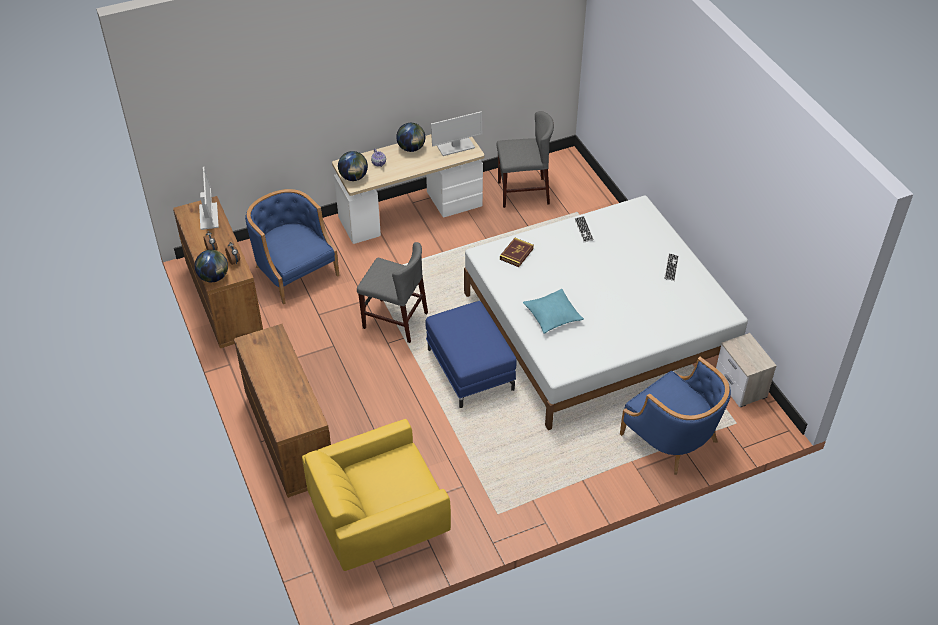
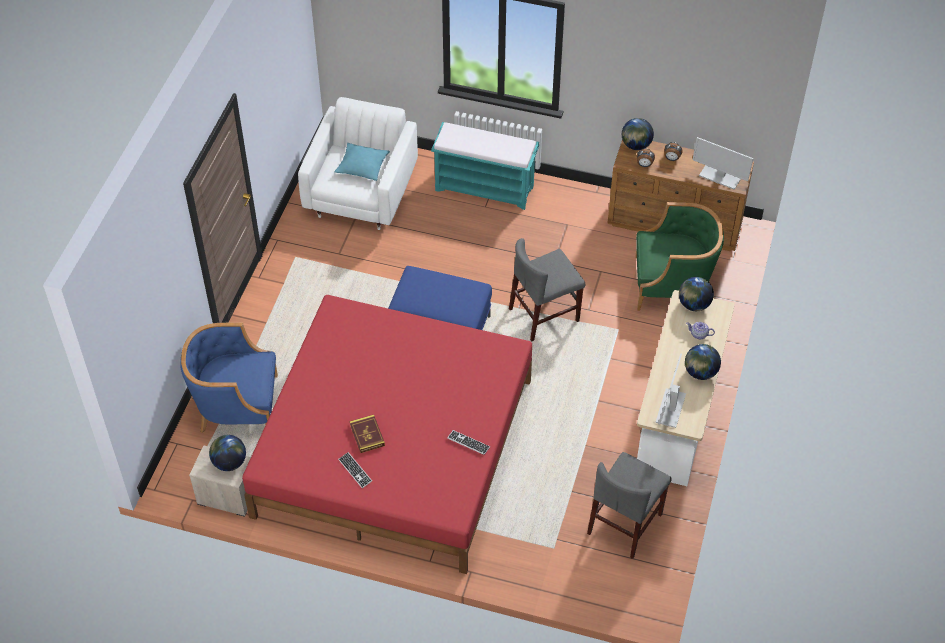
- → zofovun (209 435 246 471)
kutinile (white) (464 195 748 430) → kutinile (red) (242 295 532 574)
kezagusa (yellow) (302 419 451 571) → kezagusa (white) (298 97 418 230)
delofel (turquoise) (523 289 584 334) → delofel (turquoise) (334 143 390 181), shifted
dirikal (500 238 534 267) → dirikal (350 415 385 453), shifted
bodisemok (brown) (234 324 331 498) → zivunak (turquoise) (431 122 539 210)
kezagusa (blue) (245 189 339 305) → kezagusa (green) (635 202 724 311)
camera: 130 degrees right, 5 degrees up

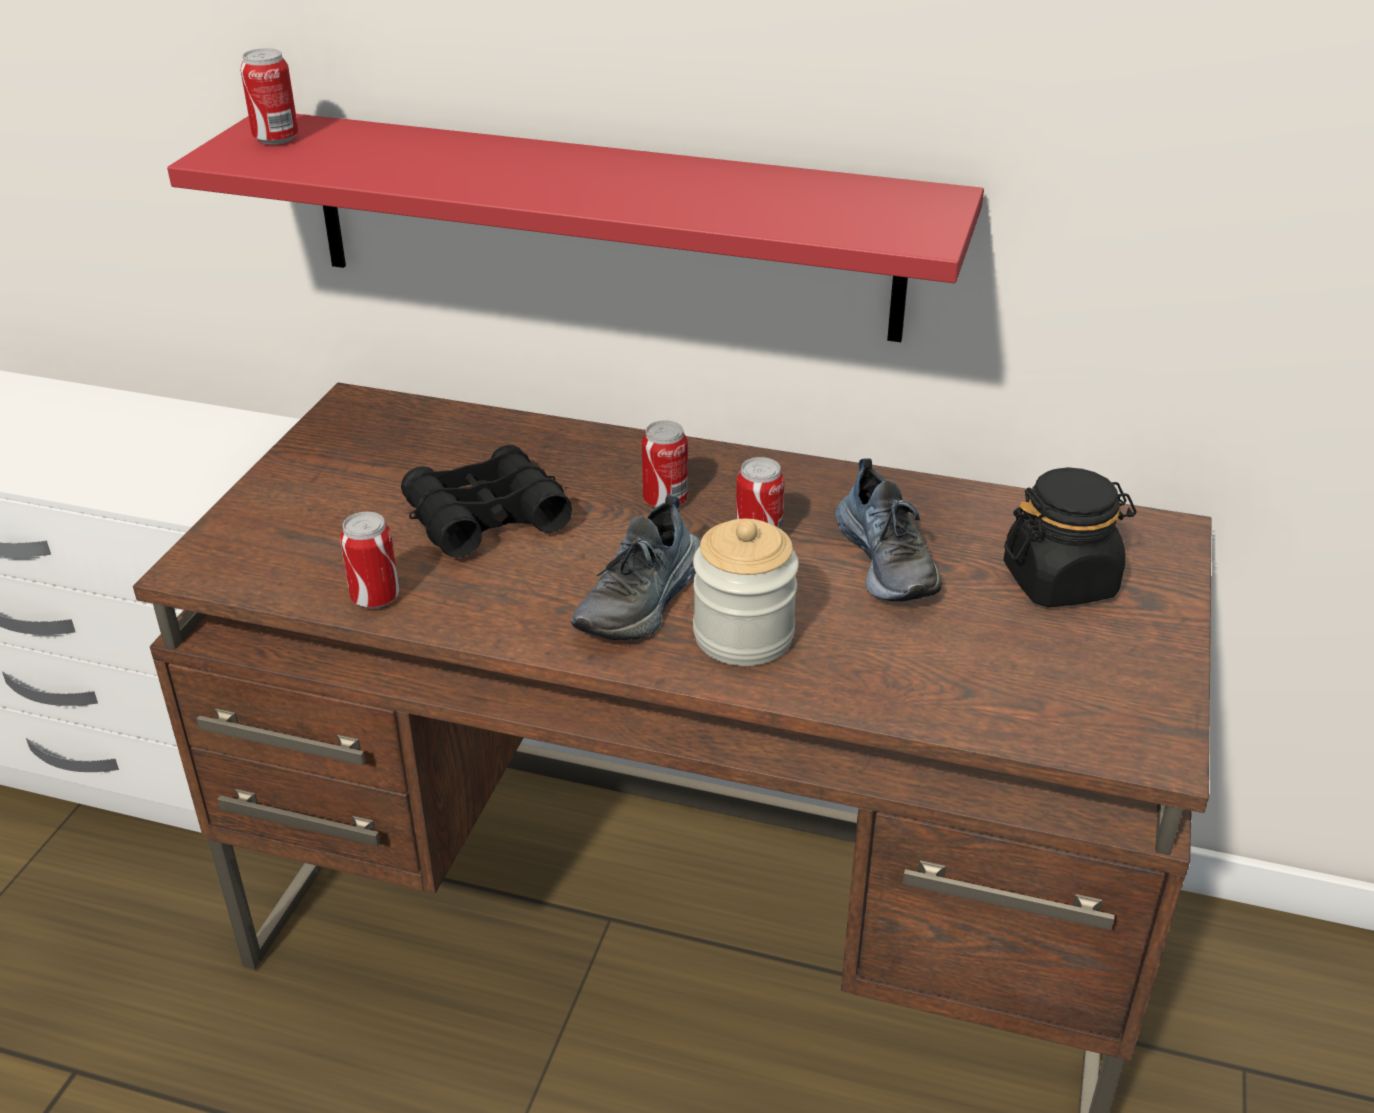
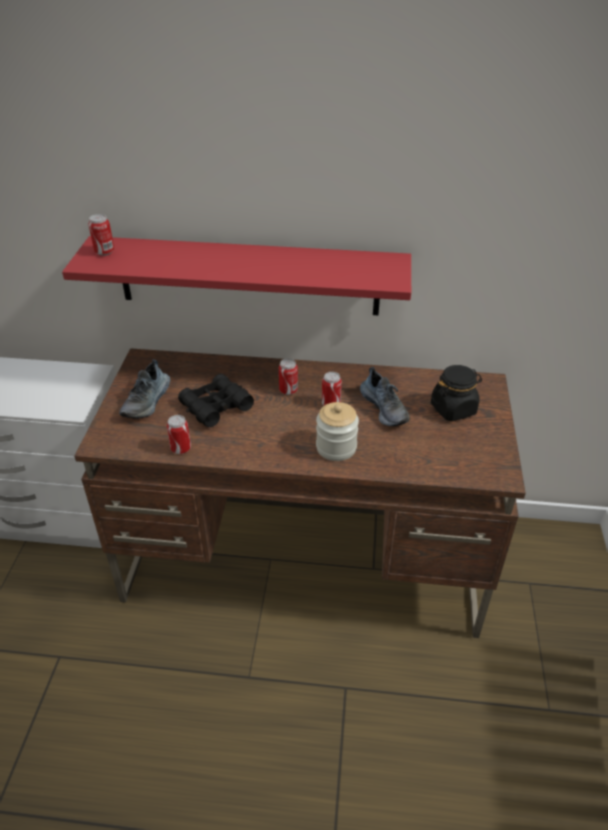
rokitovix (571 494 701 640) → rokitovix (119 359 171 419), shifted
camera: 10 degrees left, 5 degrees up

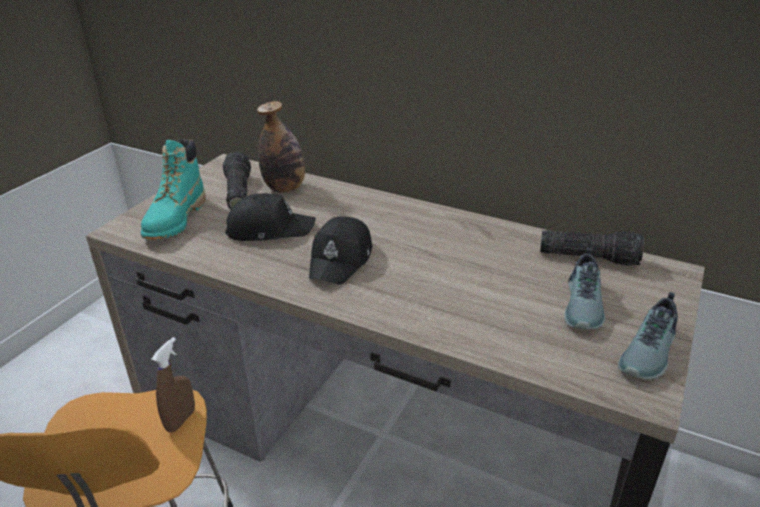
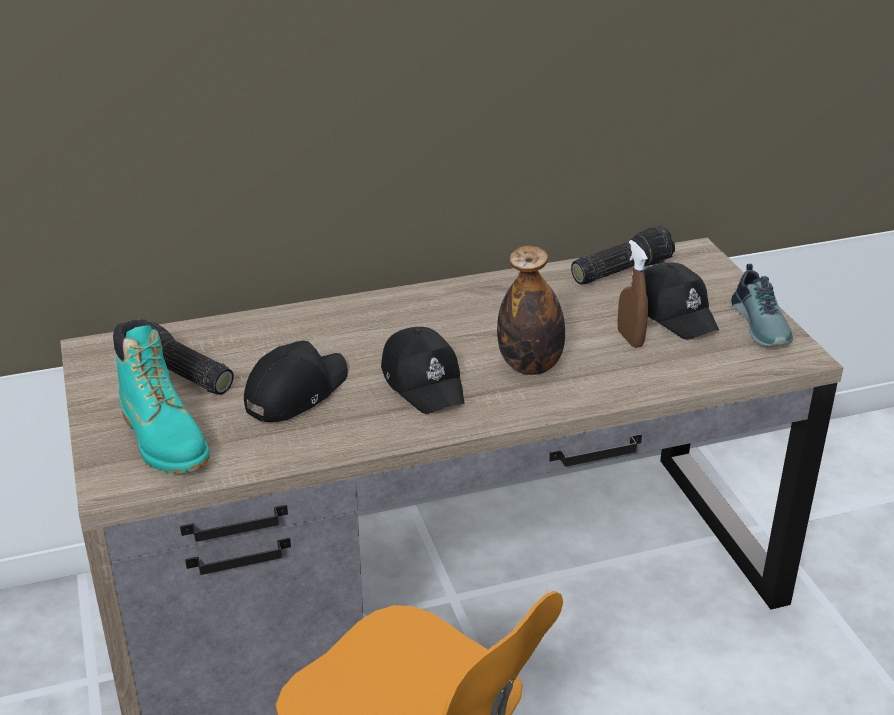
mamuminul (257 101 305 193) → mamuminul (497 246 565 375), shifted
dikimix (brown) (151 337 195 432) → dikimix (brown) (617 240 648 348), shifted
rokitovix (564 248 605 330) → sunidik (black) (644 262 719 340)
camera: 45 degrees left, 0 degrees up

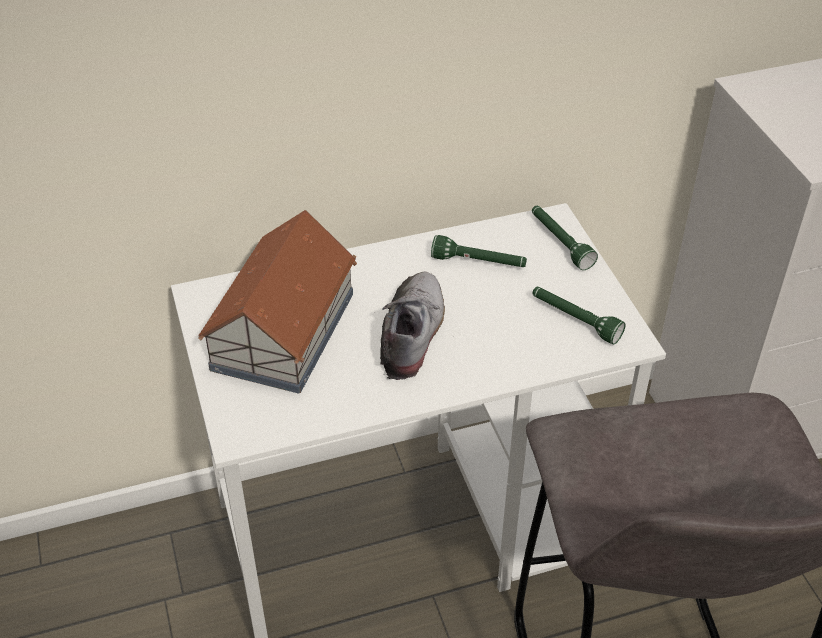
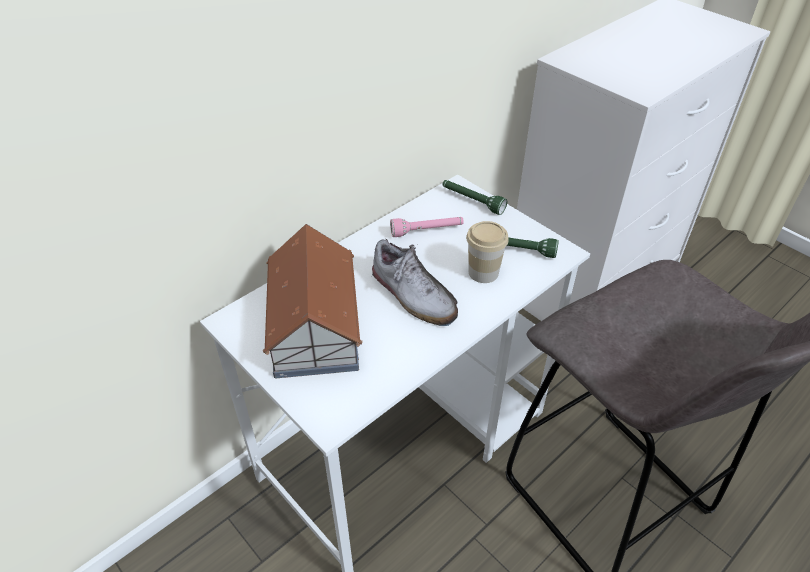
rokitovix (380 271 445 380) → rokitovix (372 239 458 326), 150 degrees clockwise
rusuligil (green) (431 235 527 267) → rusuligil (pink) (390 217 464 237)
- → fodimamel (466 221 509 283)
camera: 25 degrees left, 0 degrees up

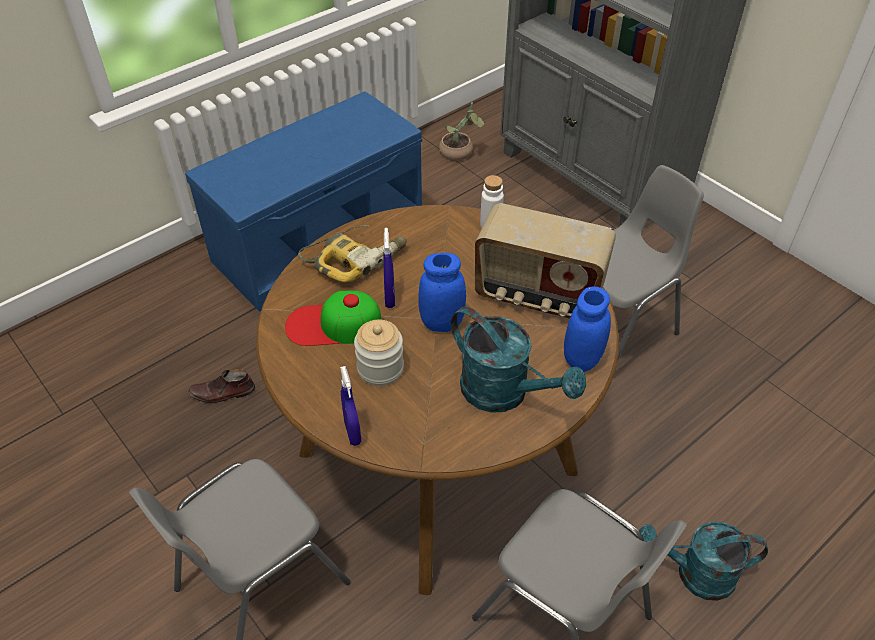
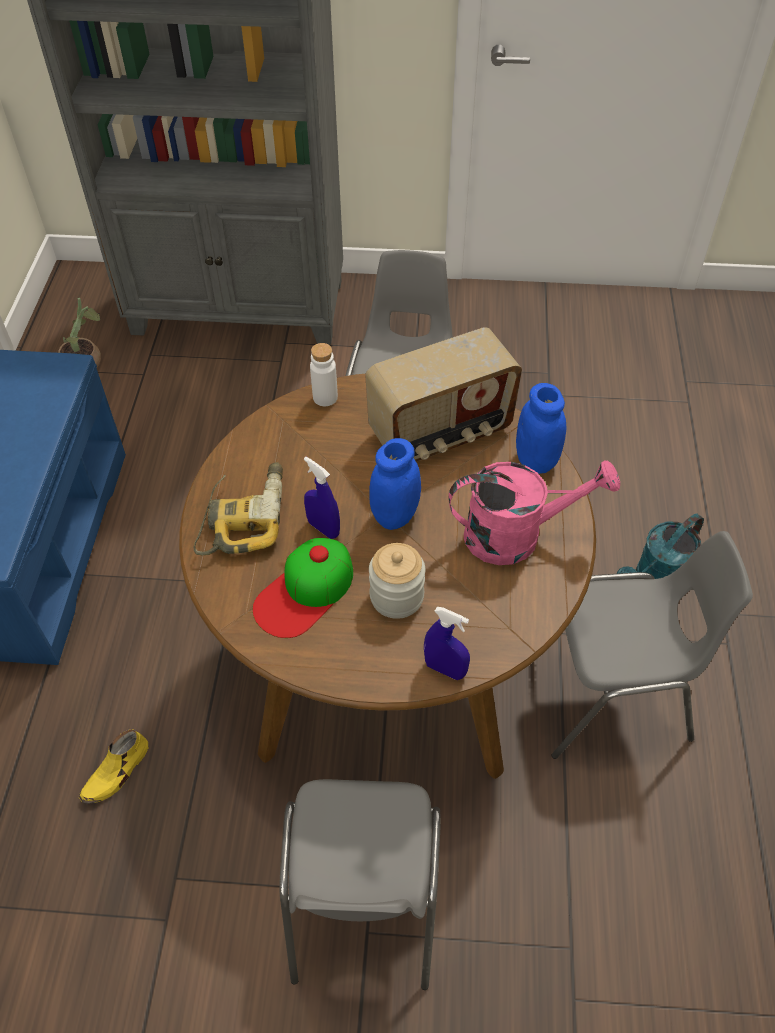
rokitovix (brown) (188 369 255 403) → rokitovix (yellow) (79 729 149 804)
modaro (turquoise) (451 307 586 413) → modaro (pink) (448 460 620 565)
camera: 45 degrees left, 5 degrees up

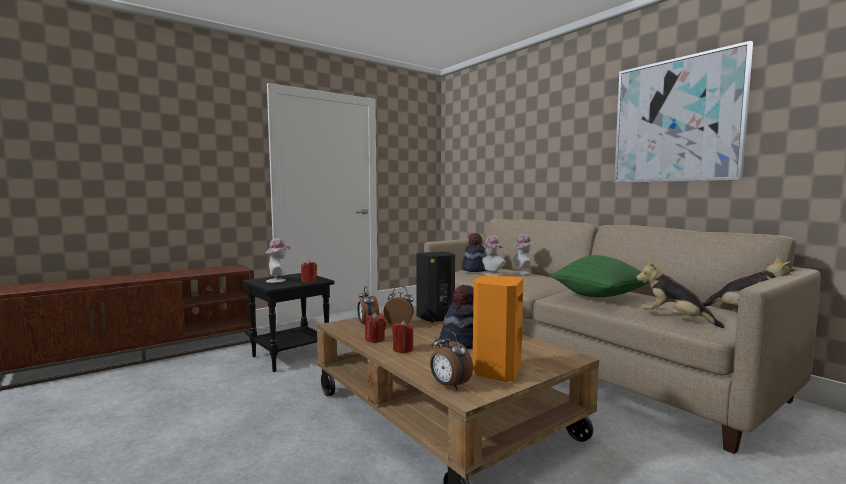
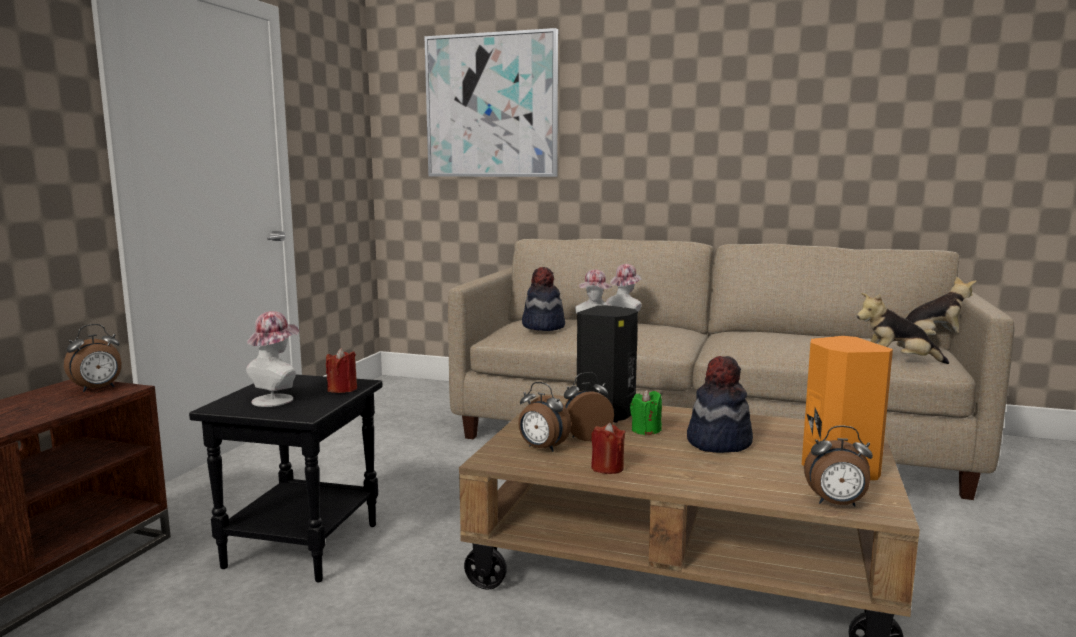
- → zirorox (64 324 121 392)
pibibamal (614 41 753 183) → pibibamal (424 28 558 177), shifted
- → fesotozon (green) (630 390 662 435)
fesotozon (red) (392 320 414 353) → -
delofel (green) (550 255 649 297) → -
camera: 35 degrees left, 5 degrees up

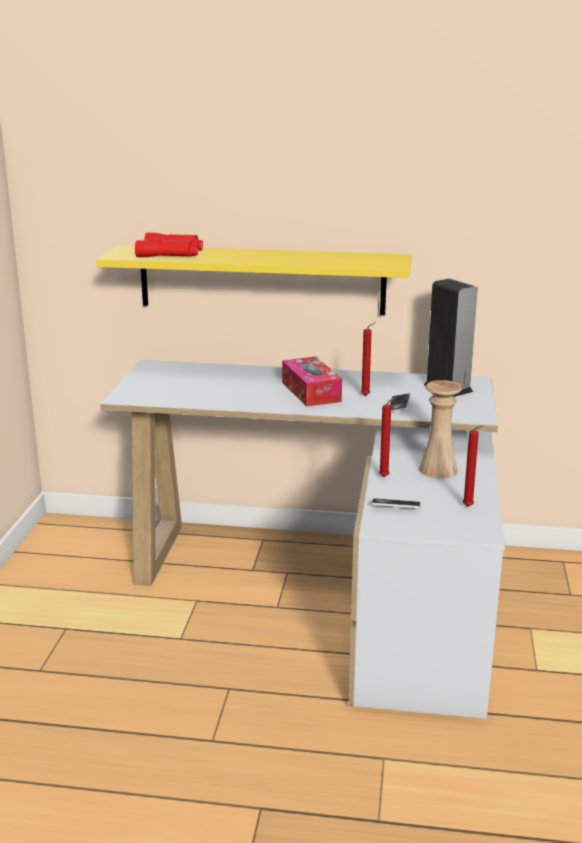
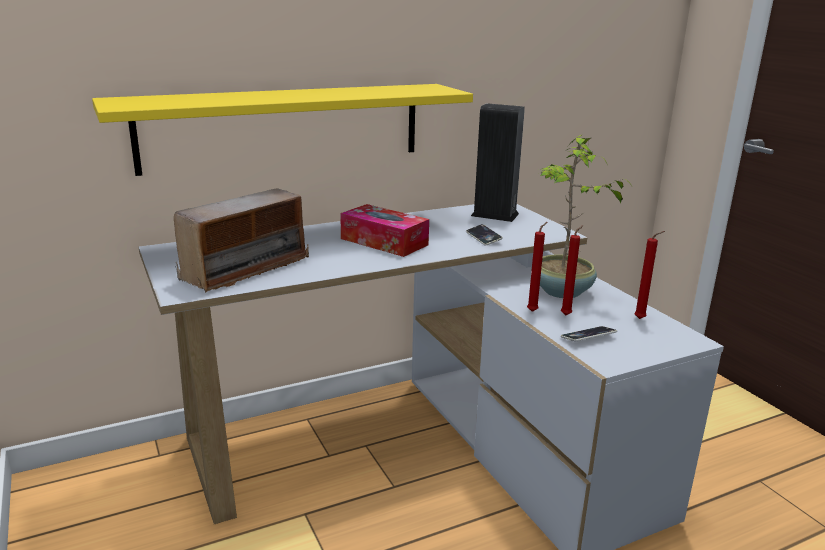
- → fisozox (174 189 309 293)
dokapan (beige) (419 380 462 478) → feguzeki (540 135 634 298)
fesotozon (red) (361 322 376 396) → fesotozon (red) (561 225 583 315), shifted
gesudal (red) (135 232 203 257) → -
camera: 35 degrees left, 0 degrees up

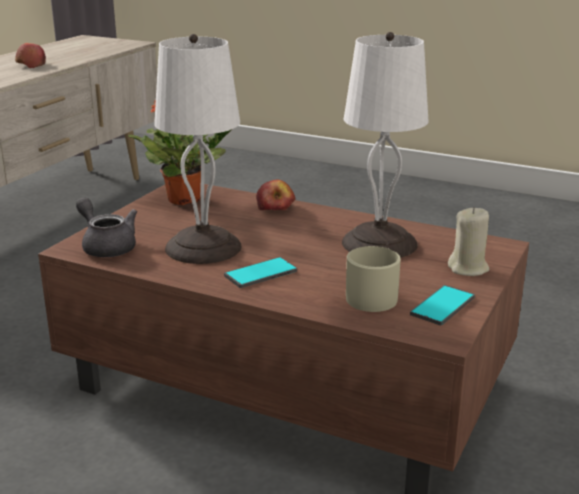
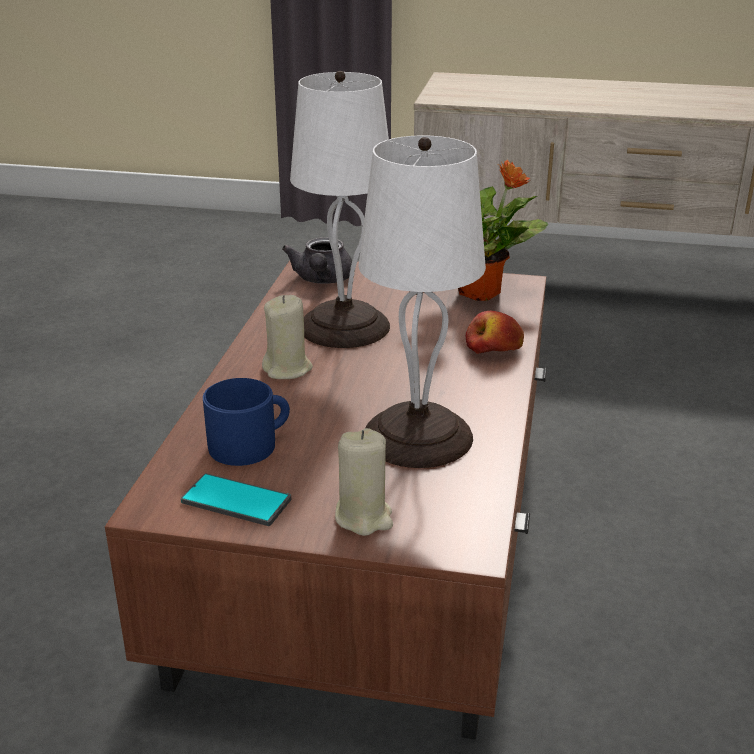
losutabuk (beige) (346 246 401 312) → losutabuk (blue) (203 378 290 466)
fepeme (224 257 297 288) → fesotozon (beige) (262 295 313 379)
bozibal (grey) (76 198 137 257) → bozibal (grey) (282 237 352 284), 150 degrees clockwise
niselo (15 43 46 68) → -
camera: 75 degrees right, 5 degrees up

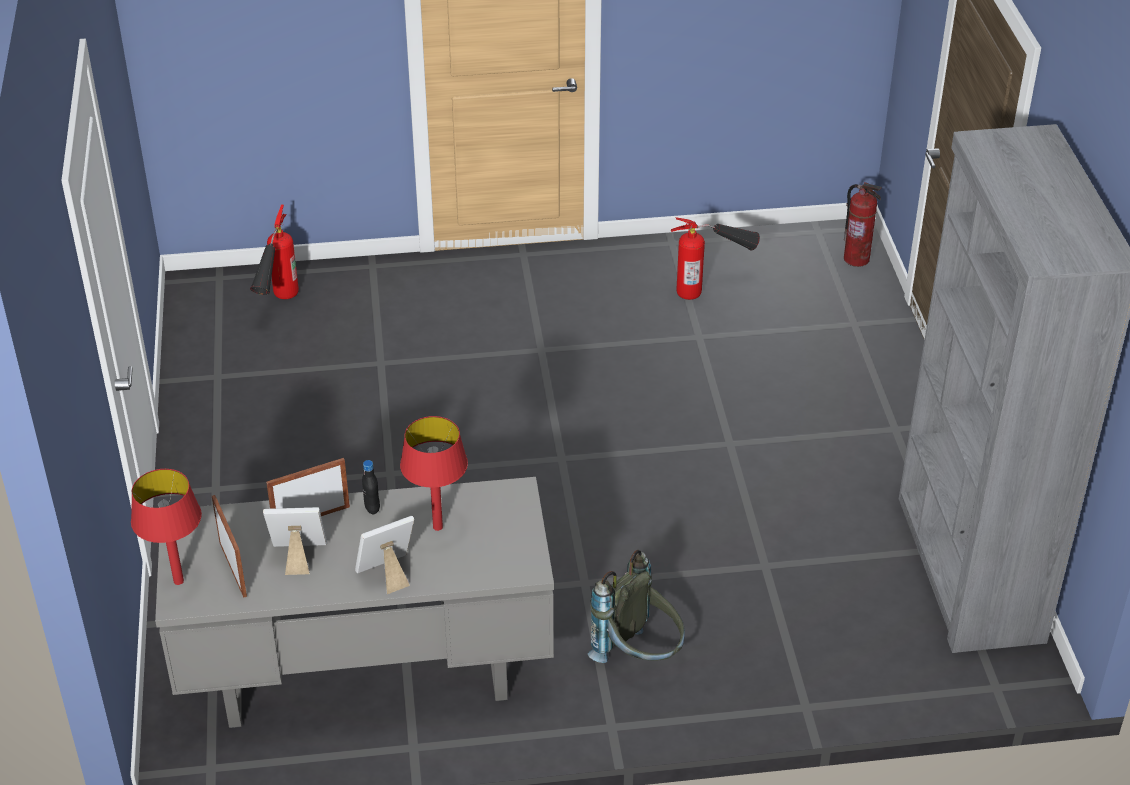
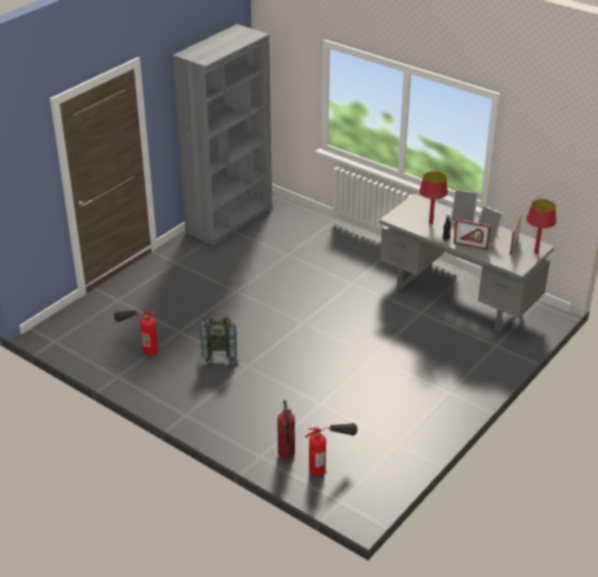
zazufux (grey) (588 550 685 663) → zazufux (grey) (200 317 239 363), shifted
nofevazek (844 182 882 267) → nofevazek (277 400 295 459), shifted
camera: 135 degrees left, 5 degrees down

